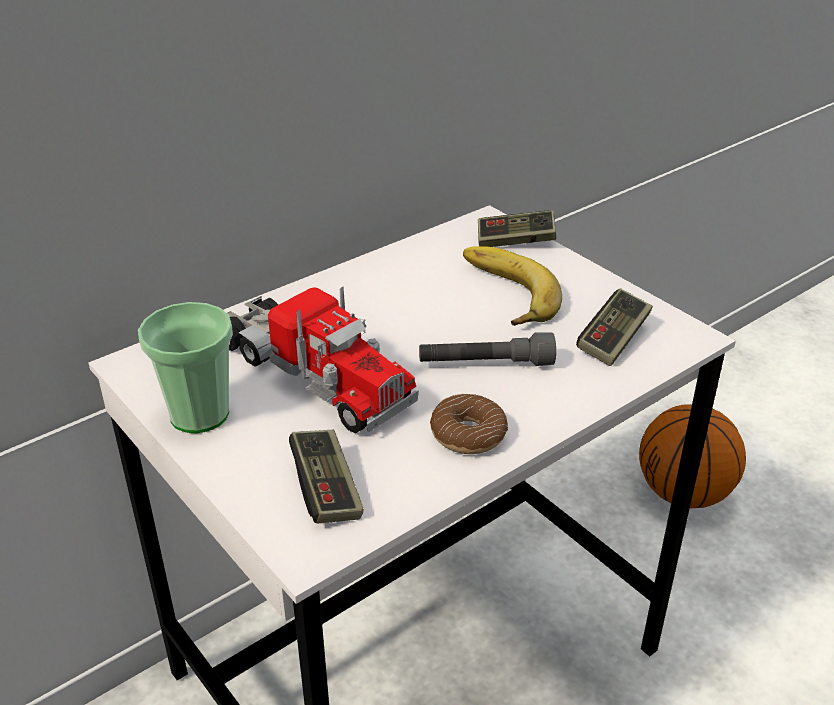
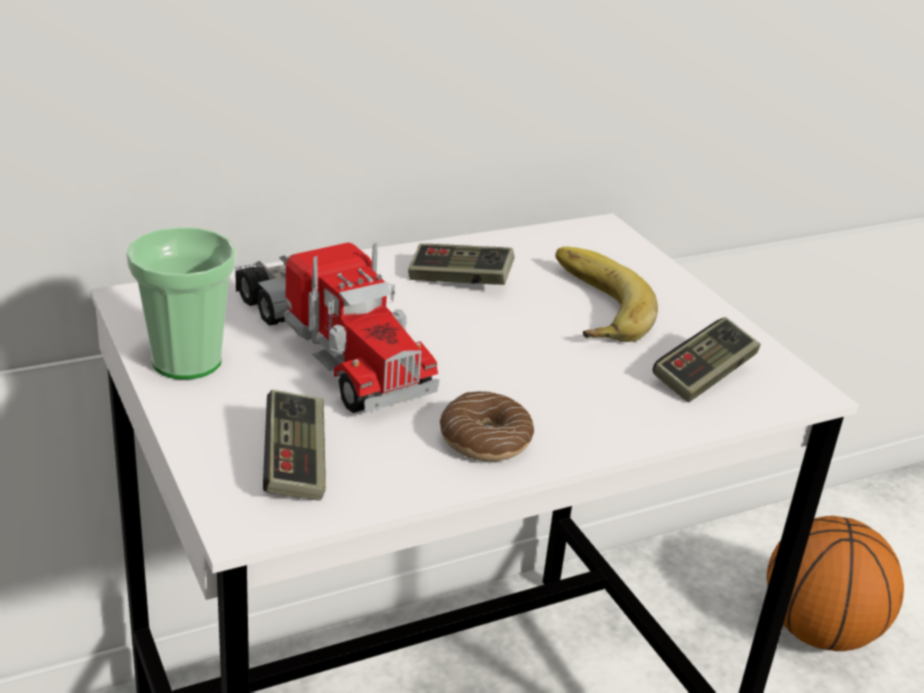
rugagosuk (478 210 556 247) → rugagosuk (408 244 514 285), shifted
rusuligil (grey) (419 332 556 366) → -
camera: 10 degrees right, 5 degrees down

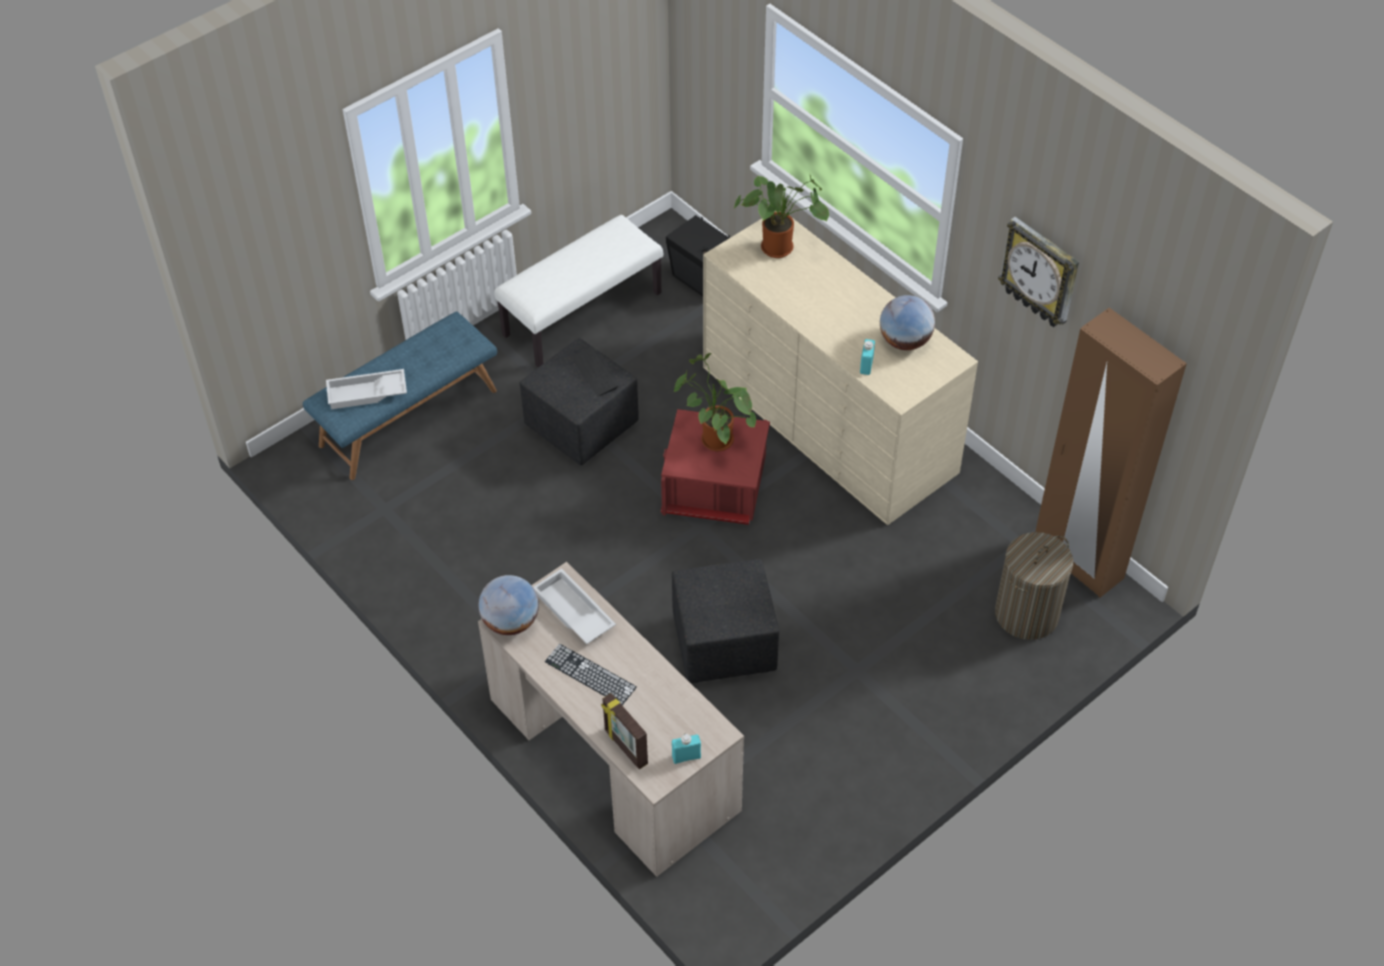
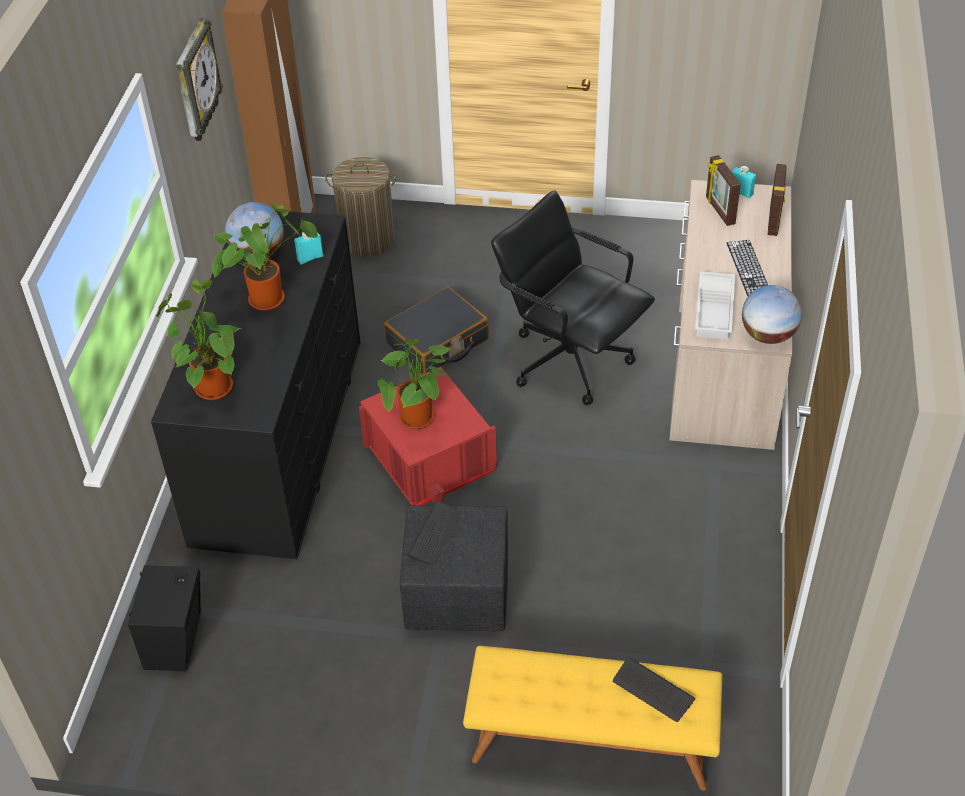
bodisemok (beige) (703 210 978 525) → bodisemok (black) (151 210 360 559)
- → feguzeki (212 202 318 311)
- → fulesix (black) (384 287 489 374)
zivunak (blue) (303 312 497 480) → zivunak (yellow) (463 646 722 791)
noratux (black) (672 559 779 683) → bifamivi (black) (491 190 655 405)
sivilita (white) (326 369 407 409) → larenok (613 657 695 722)
- → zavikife (706 155 741 226)
zivunak (white) (494 215 663 368) → -
camera: 130 degrees left, 5 degrees down

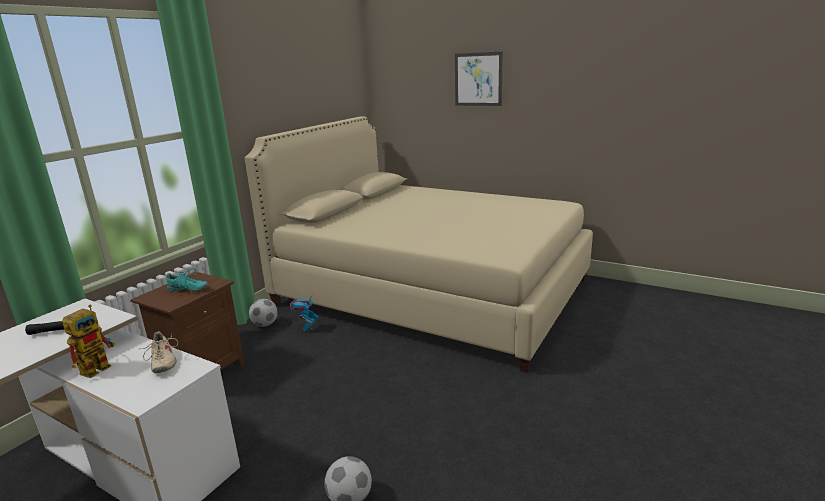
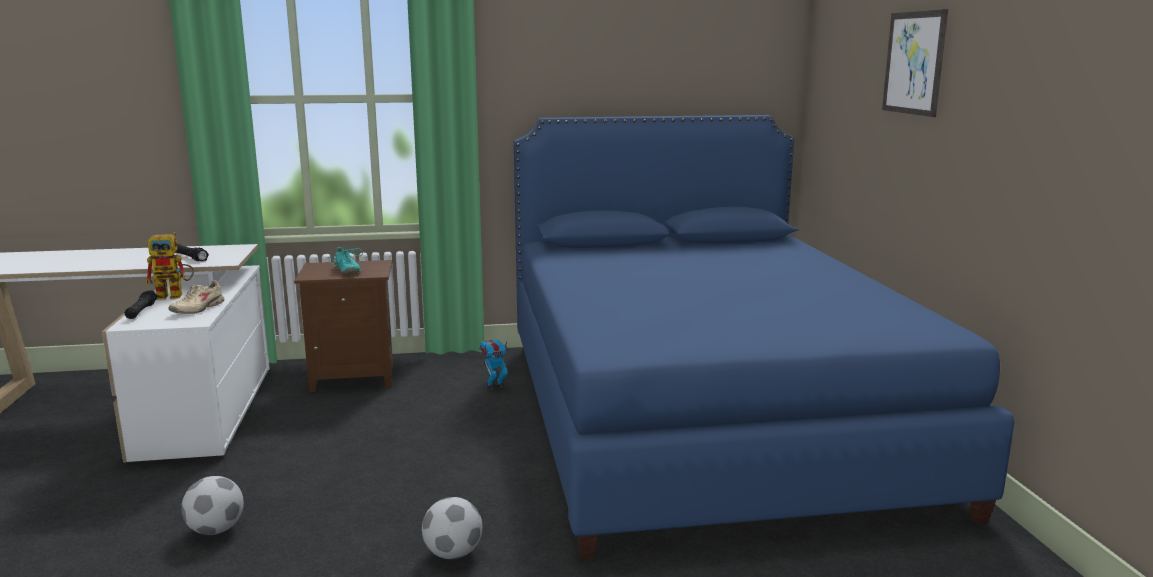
- → rusuligil (black) (125 291 157 319)
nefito (249 299 278 327) → nefito (422 497 482 559), shifted
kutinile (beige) (245 116 593 373) → kutinile (blue) (514 115 1015 560)
camera: 50 degrees right, 5 degrees down

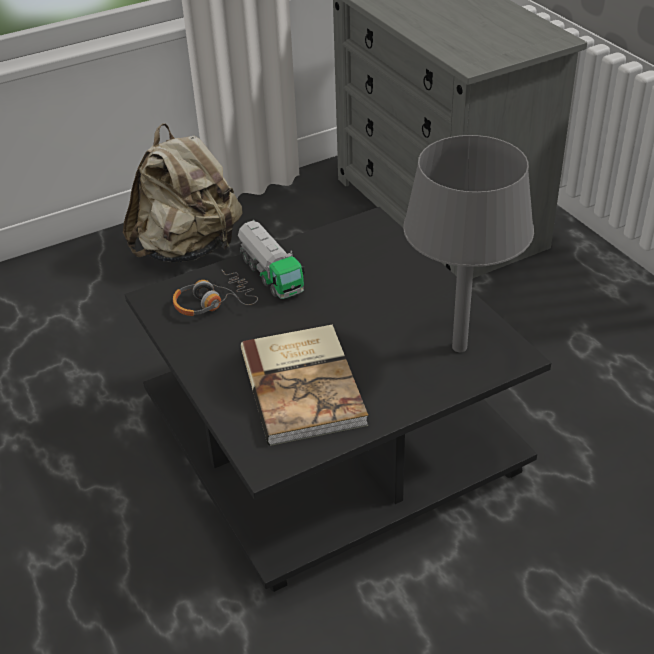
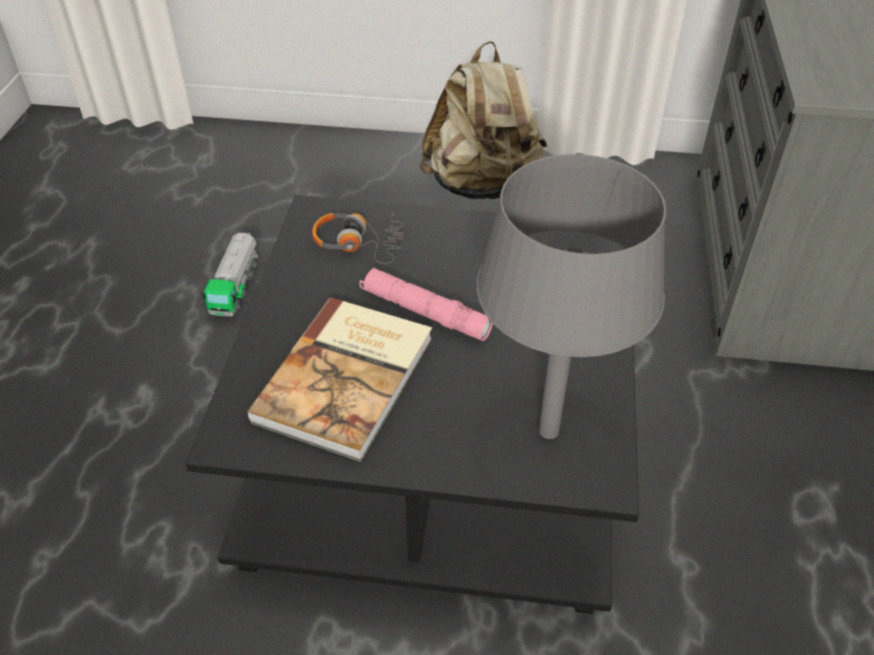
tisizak (238 220 305 299) → tisizak (202 232 259 316), shifted
- → rusuligil (pink) (359 268 493 341)
camera: 35 degrees right, 5 degrees up

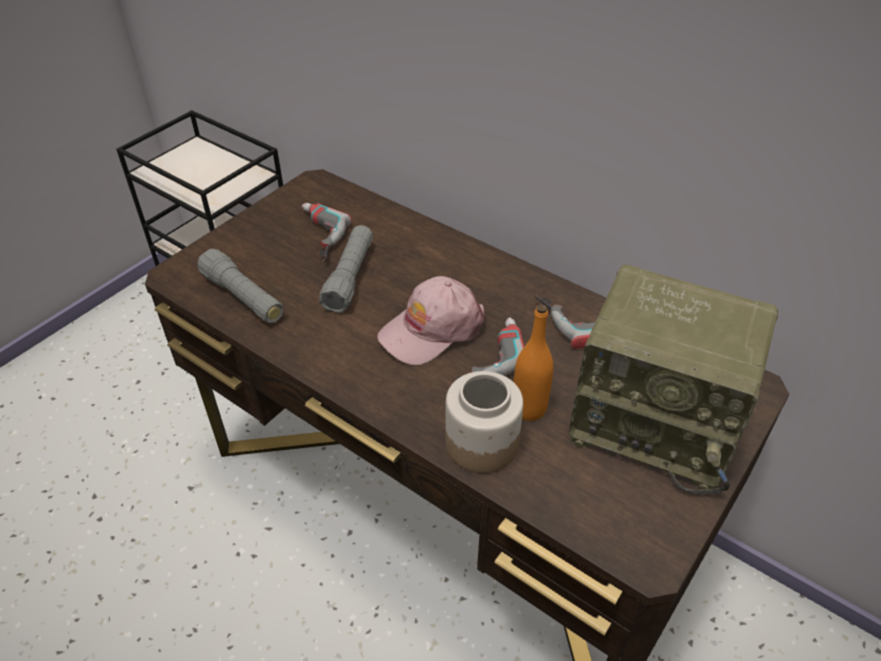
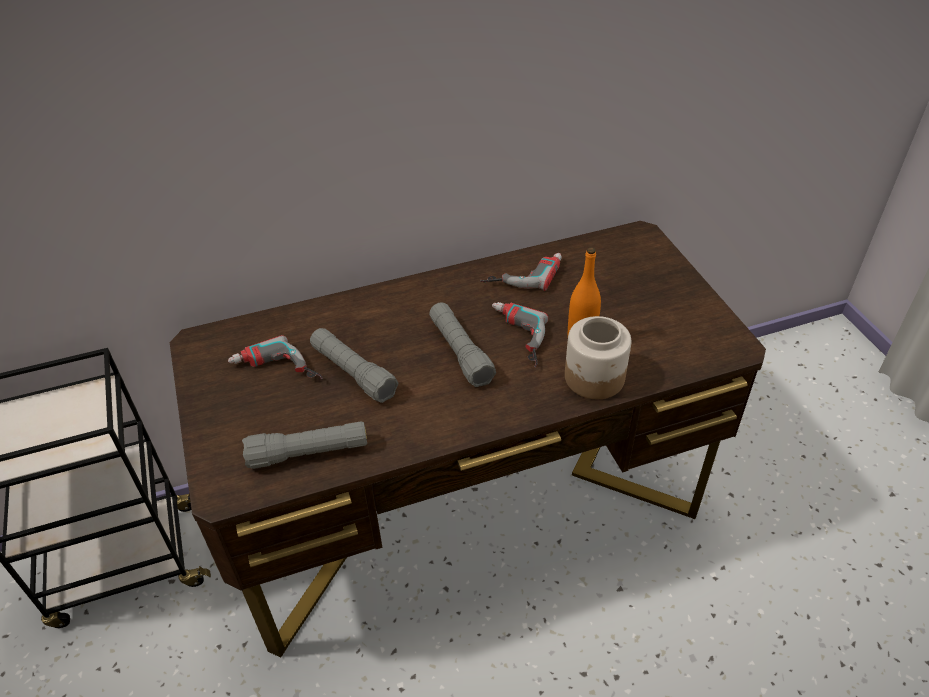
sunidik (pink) (377 276 484 365) → rusuligil (grey) (429 302 496 387)
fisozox (568 264 778 494) → -
camera: 55 degrees left, 0 degrees up

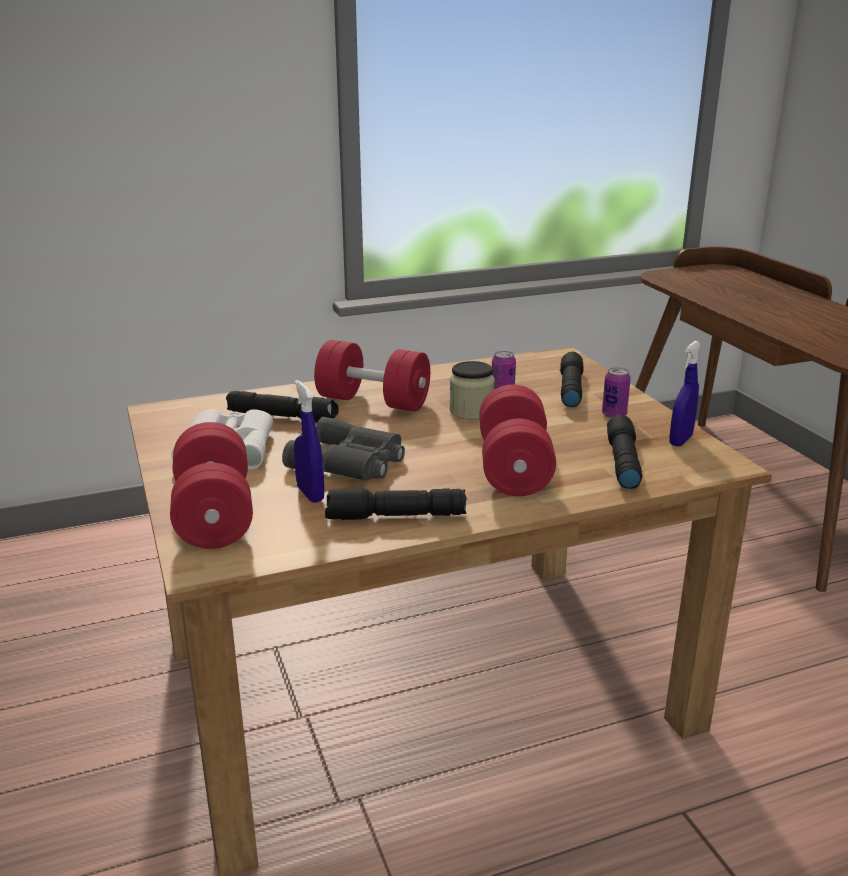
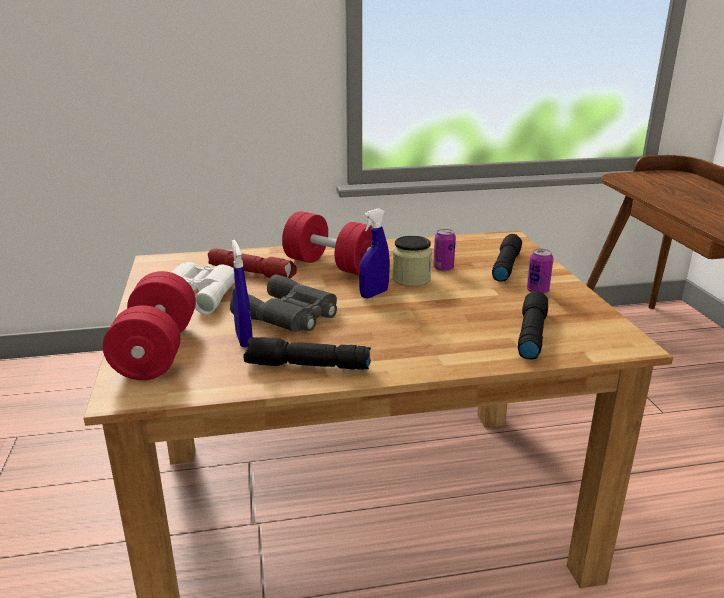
rusuligil (black) (226 391 339 423) → rusuligil (red) (208 249 297 279)
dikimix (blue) (669 341 701 447) → dikimix (blue) (359 208 390 299), shifted
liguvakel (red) (479 384 556 496) → -
camera: 10 degrees right, 0 degrees up

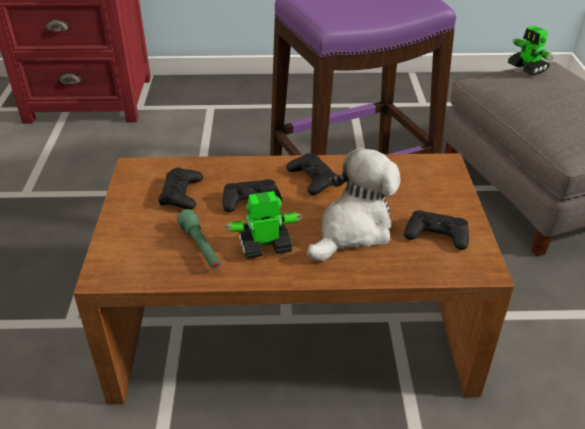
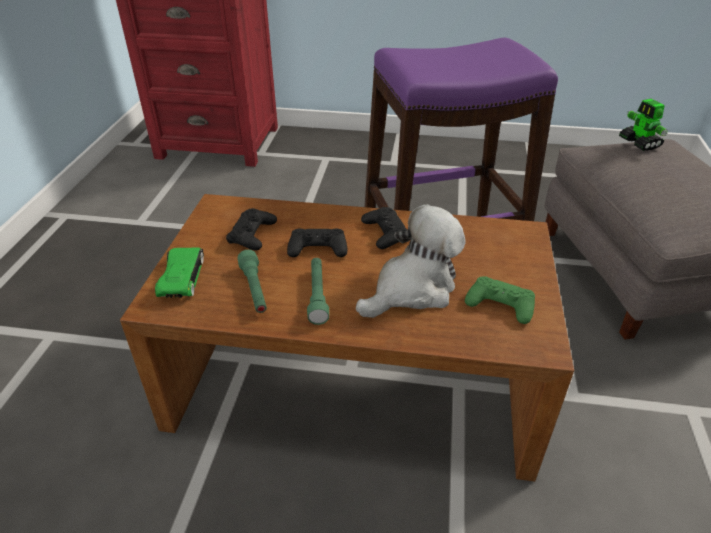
- → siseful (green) (155 248 204 298)
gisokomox (224 191 302 259) → rusuligil (green) (307 258 329 325)
rugagosuk (black) (404 210 469 250) → rugagosuk (green) (465 276 535 324)
camera: 10 degrees right, 0 degrees up

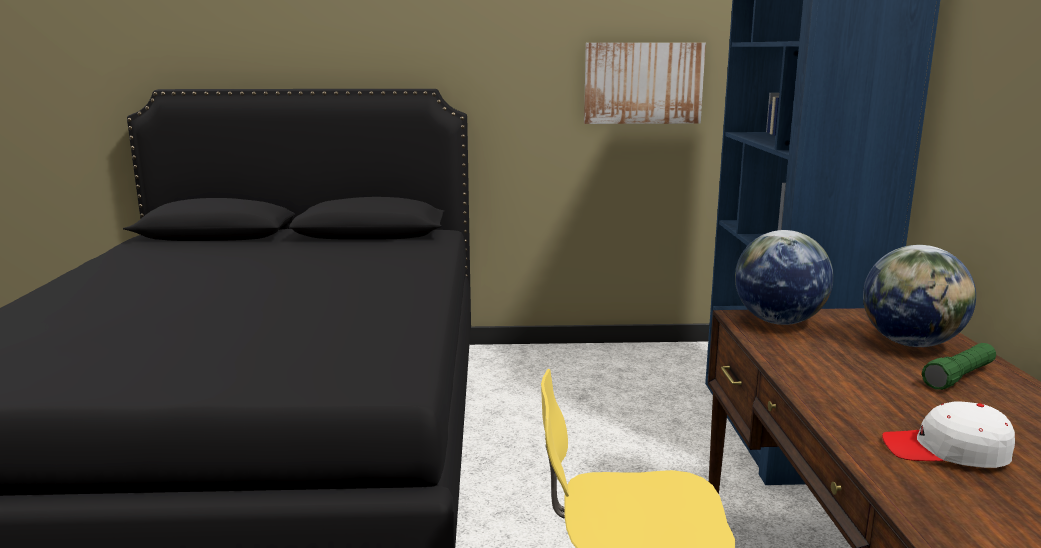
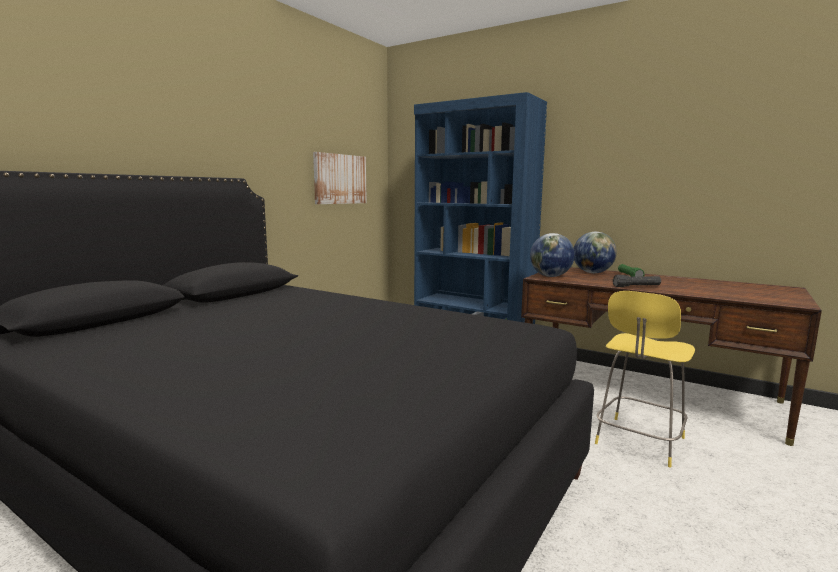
- → rusuligil (black) (613 275 661 287)
sunidik (white) (882 401 1015 468) → -
camera: 55 degrees left, 5 degrees down

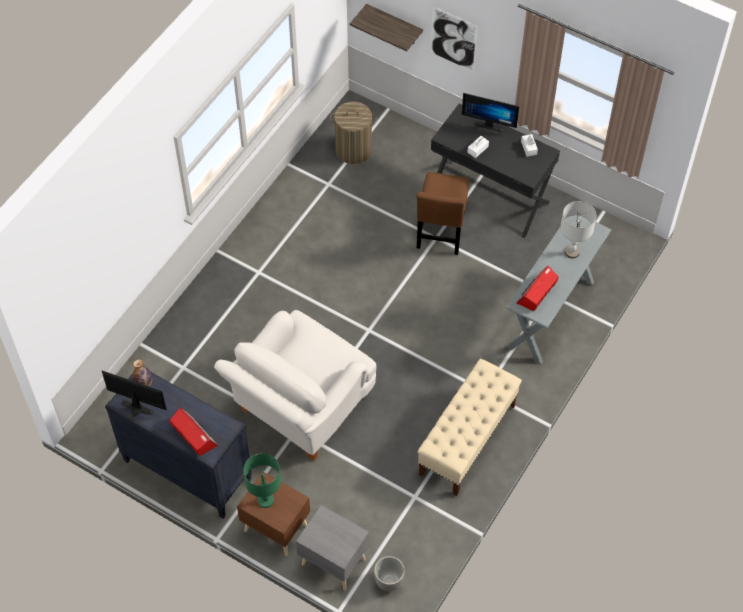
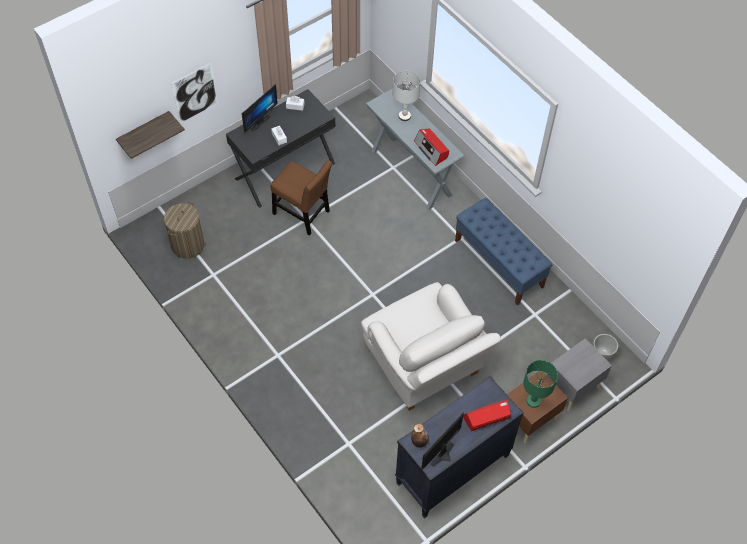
zivunak (beige) (418 359 522 496) → zivunak (blue) (455 198 553 306)
camera: 70 degrees left, 0 degrees up

